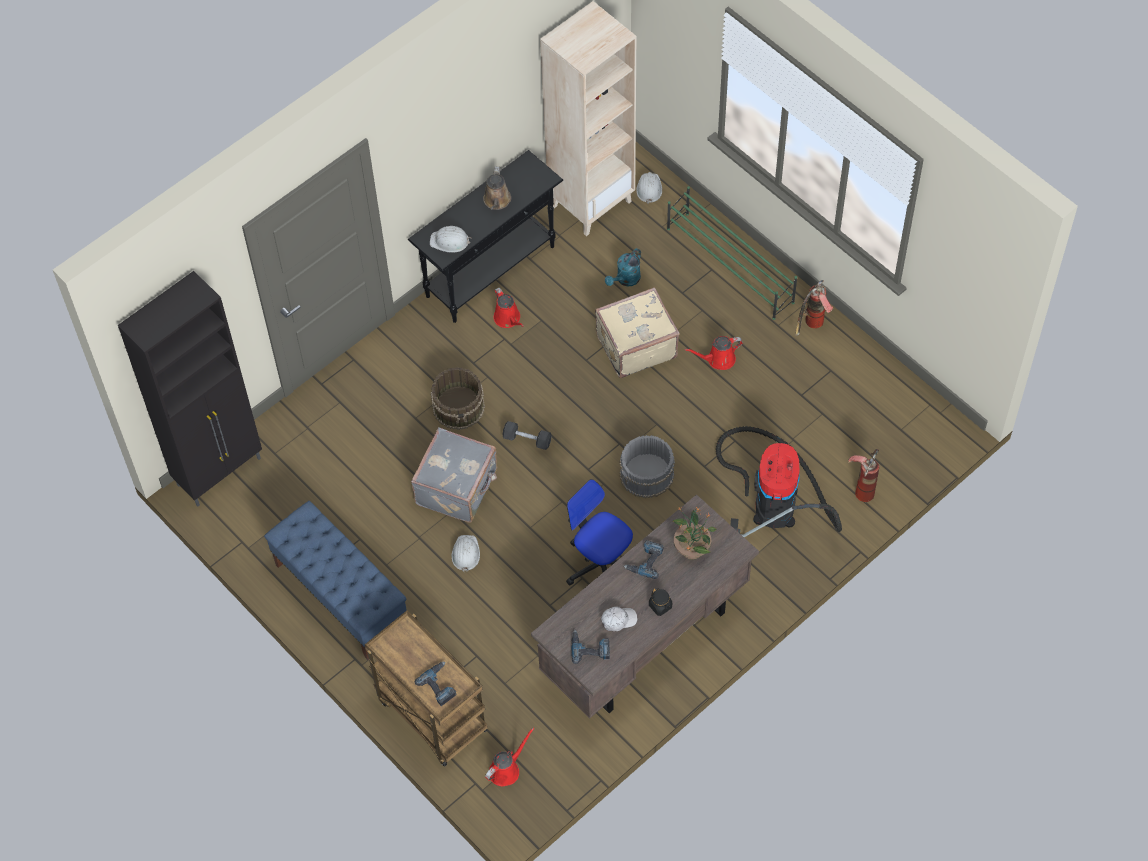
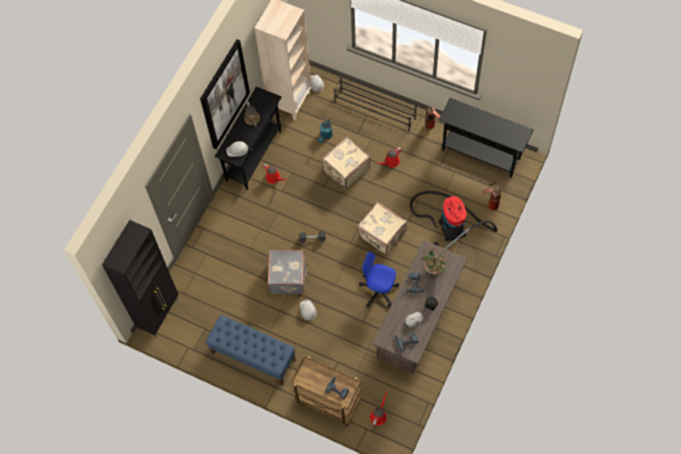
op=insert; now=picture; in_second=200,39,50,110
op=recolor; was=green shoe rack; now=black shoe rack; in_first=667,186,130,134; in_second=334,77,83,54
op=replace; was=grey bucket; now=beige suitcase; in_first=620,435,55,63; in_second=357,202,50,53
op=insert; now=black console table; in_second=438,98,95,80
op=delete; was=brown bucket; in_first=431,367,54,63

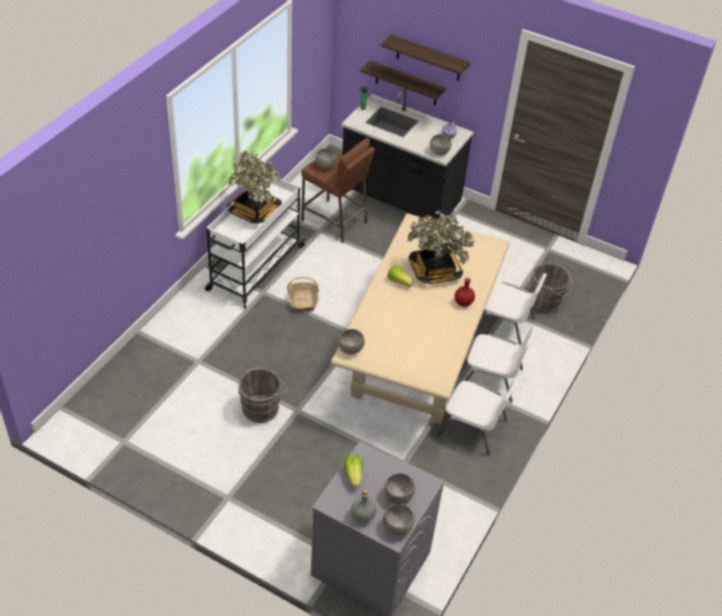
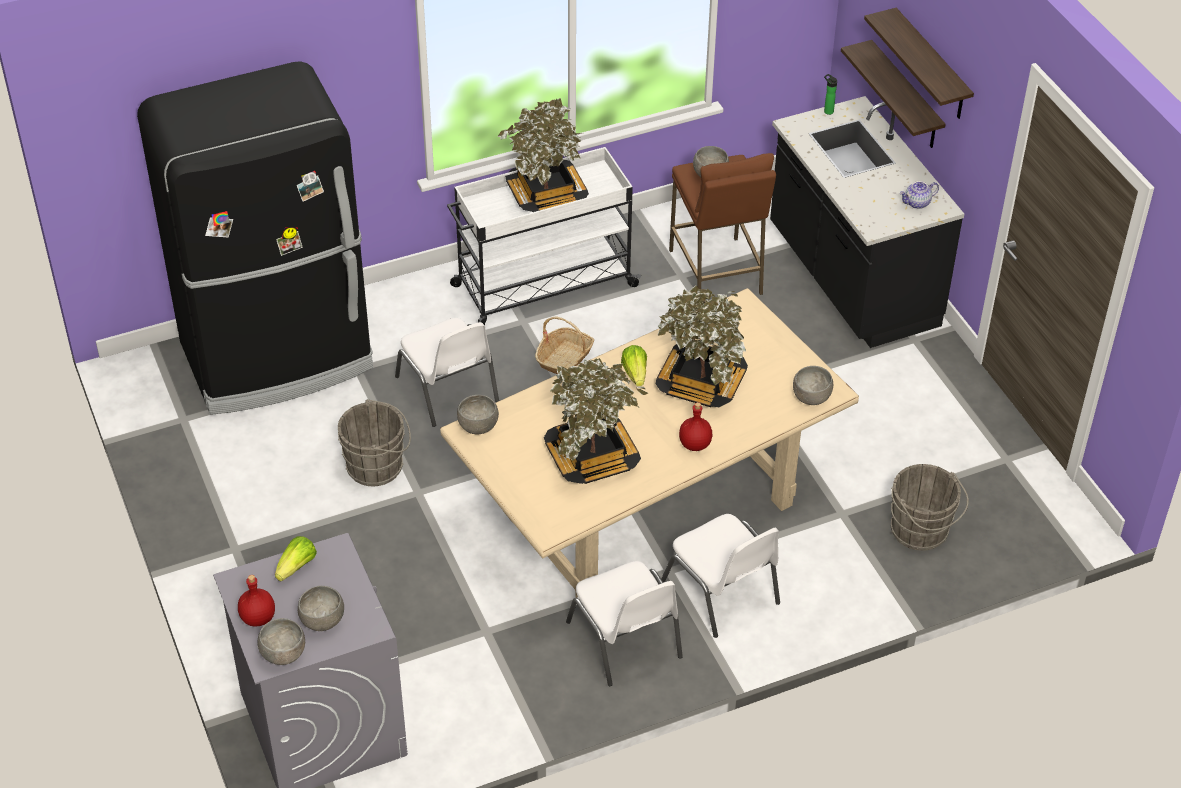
op=insert; now=black fridge; in_second=137,61,236,354
op=recolor; was=grey bottle; now=red bottle; in_first=351,489,25,34; in_second=238,575,37,51
op=move; was=white chair; in_first=477,273,70,72; in_second=395,317,104,110
op=insert; now=potted plant; in_second=544,358,104,126
op=move; was=grey bowl; in_first=430,134,22,21; in_second=793,366,40,39

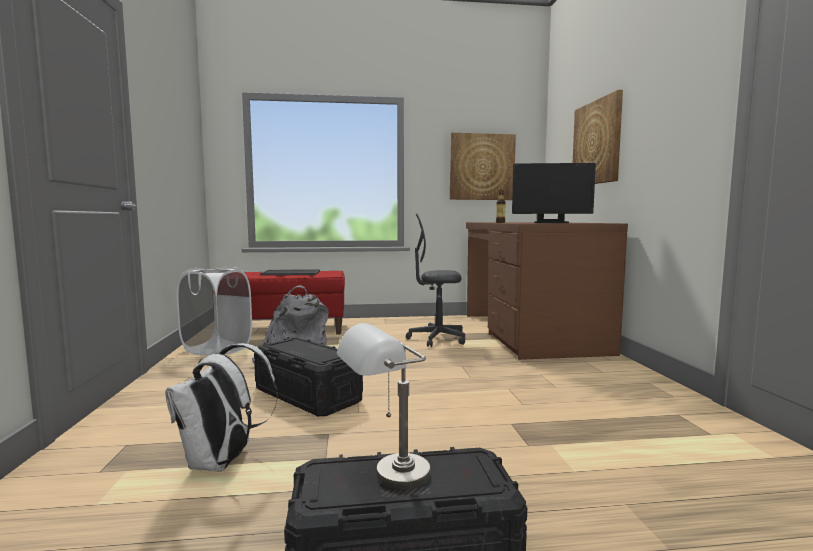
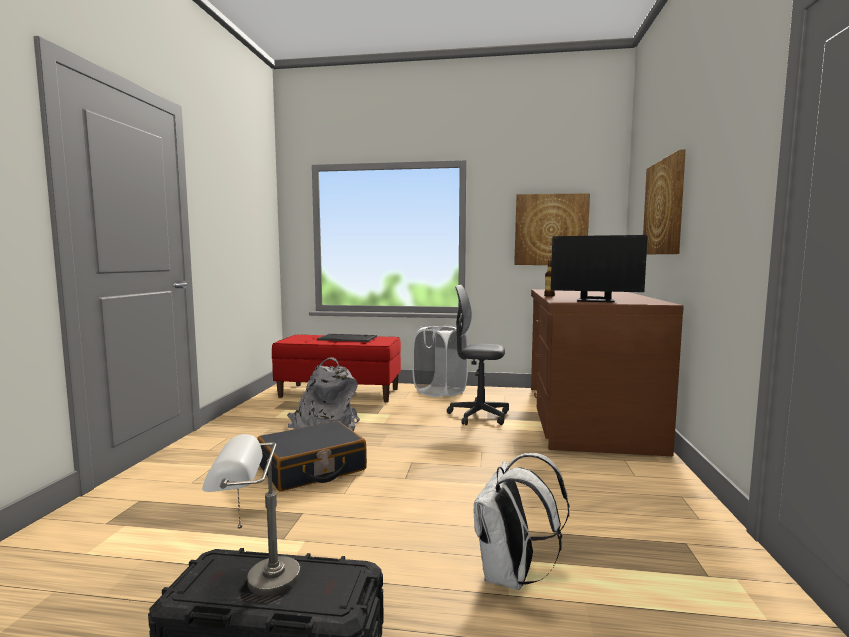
op=replace; was=black storage box; now=black suitcase; in_first=254,338,109,78; in_second=257,421,110,70
op=move; was=white laundry basket; in_first=177,267,75,89; in_second=413,324,55,73
op=move; was=white backpack; in_first=165,343,113,128; in_second=474,453,96,137

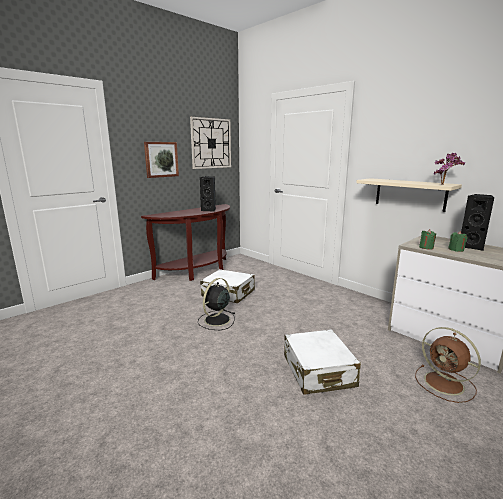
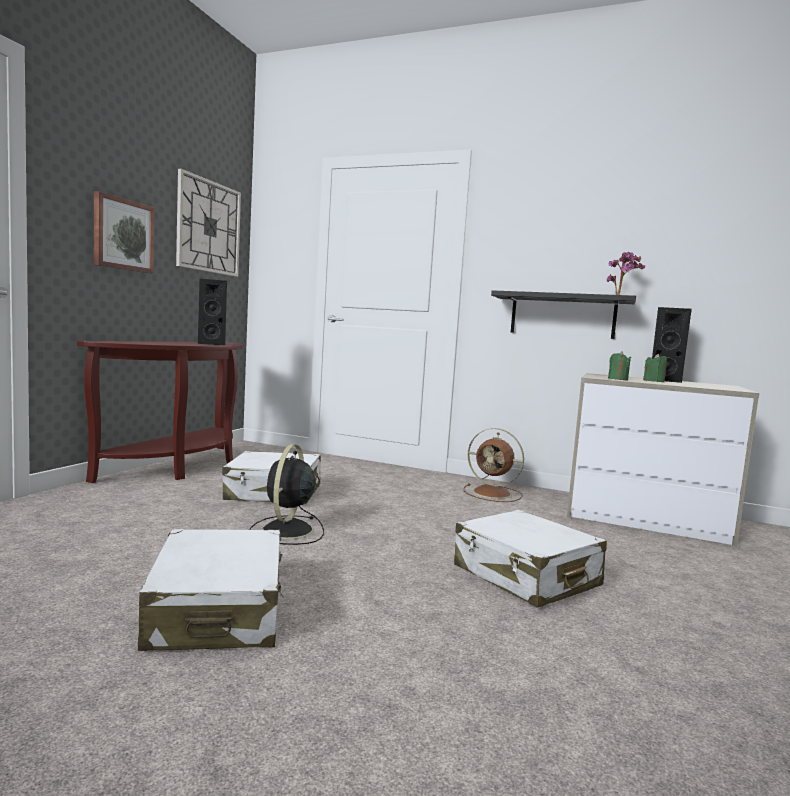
op=insert; now=white suitcase; in_second=138,529,146,122
op=move; was=brown fan; in_first=415,327,66,76; in_second=464,428,60,74
op=recolor; was=beige shelf; now=black shelf; in_first=356,178,106,34; in_second=491,290,145,49

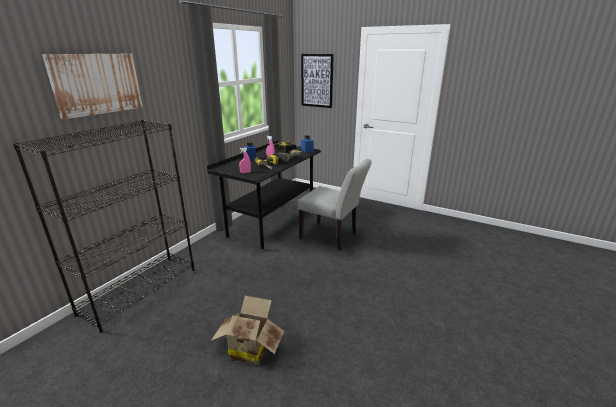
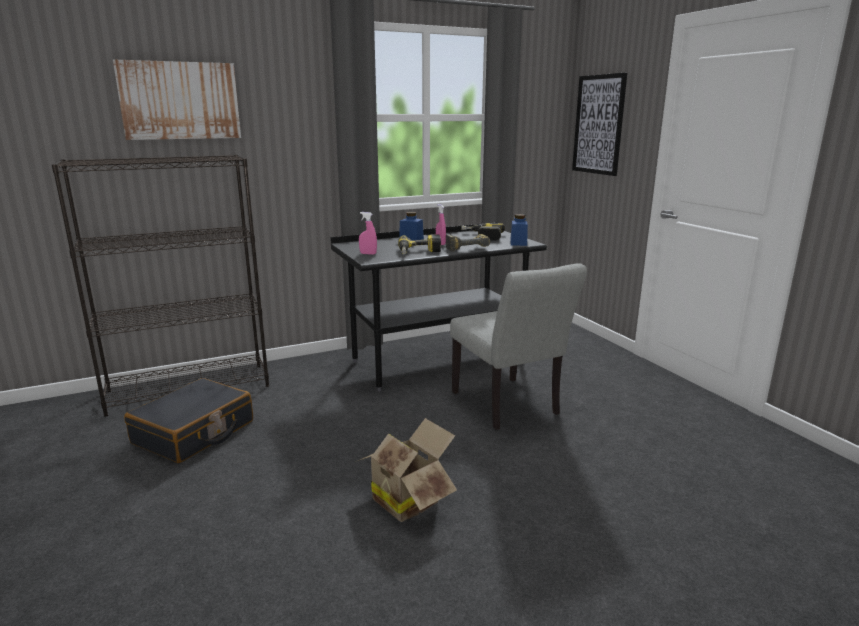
op=insert; now=black suitcase; in_second=124,378,129,85
op=move; was=cardboard box; in_first=211,296,73,69; in_second=358,418,99,104

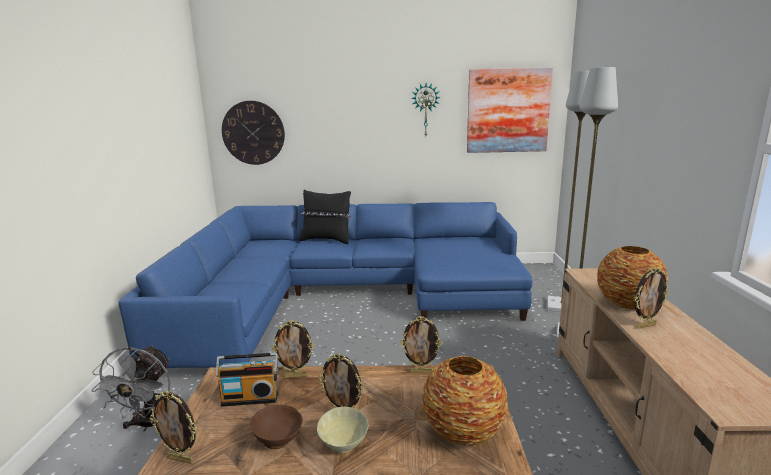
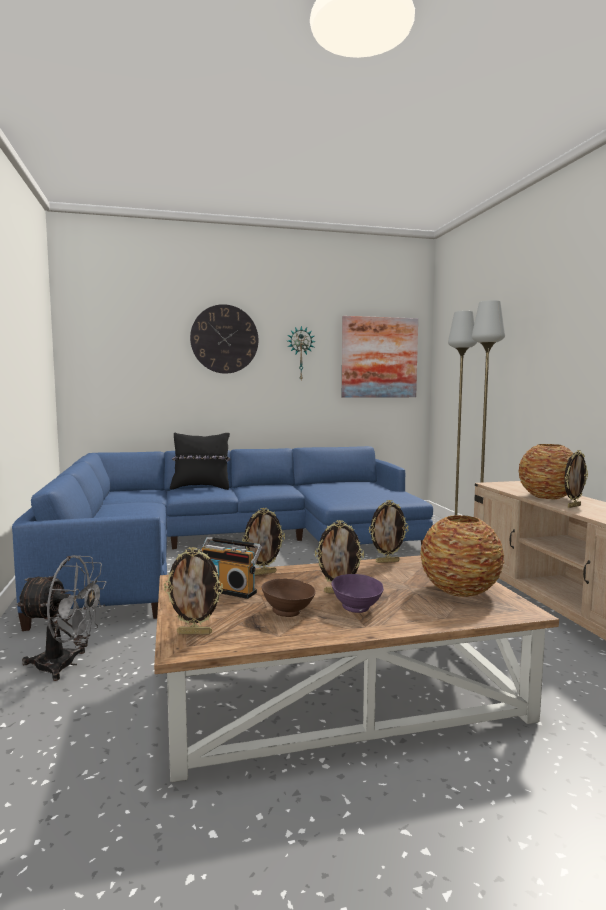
op=rotate; was=grey fan; in_first=91,345,80,86; in_second=15,555,91,126; clockwise=-75
op=move; was=wall clock; in_first=222,101,63,64; in_second=190,304,68,70
op=rotate; was=radio; in_first=215,353,63,54; in_second=201,537,61,62; clockwise=45
op=recolor; was=beige bowl; now=purple bowl; in_first=317,407,52,46; in_second=331,574,53,39

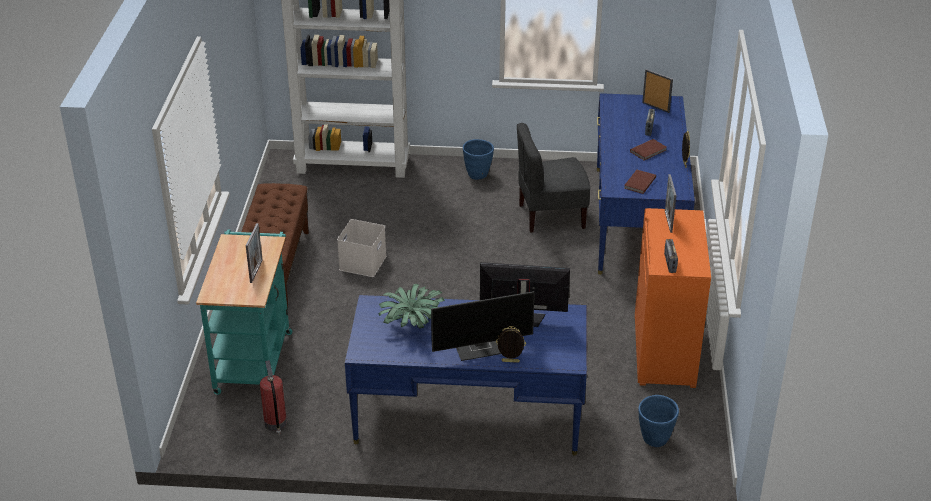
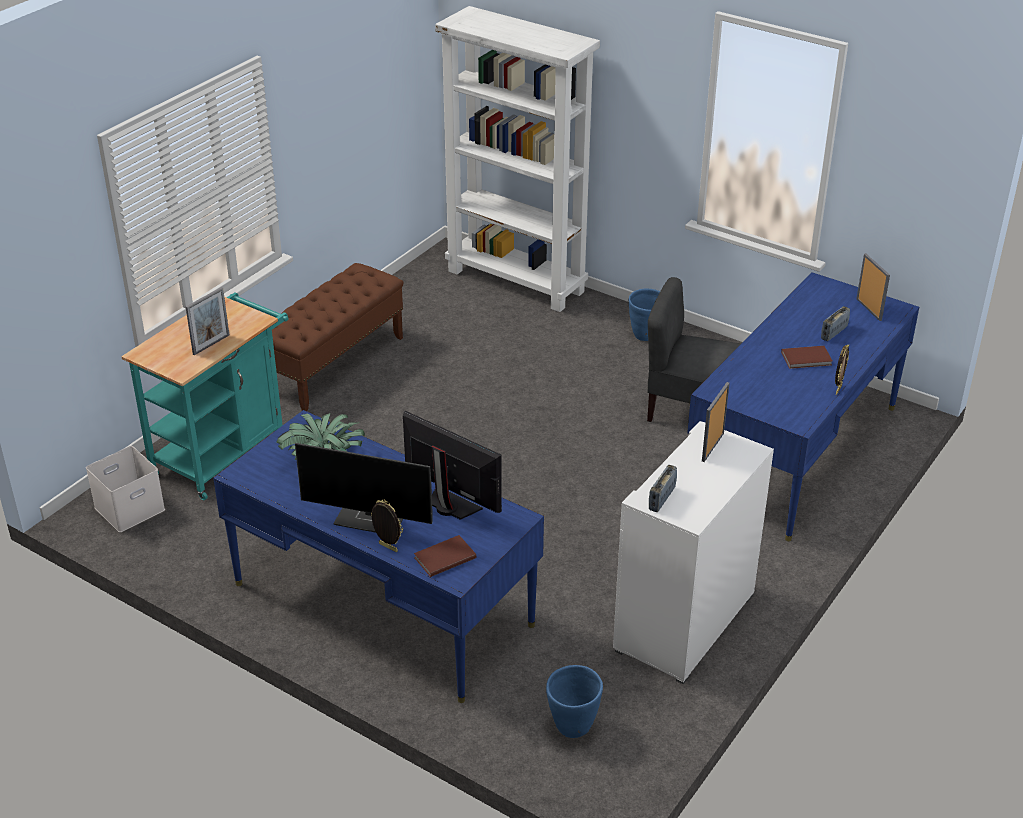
op=move; was=white storage box; in_first=337,219,49,58; in_second=86,446,79,86
op=move; was=brown book; in_first=624,170,32,24; in_second=414,535,63,42
op=recolor; was=orange cabinet; now=white cabinet; in_first=635,208,76,180; in_second=613,421,161,263
op=delete; was=fire extinguisher; in_first=260,360,27,76

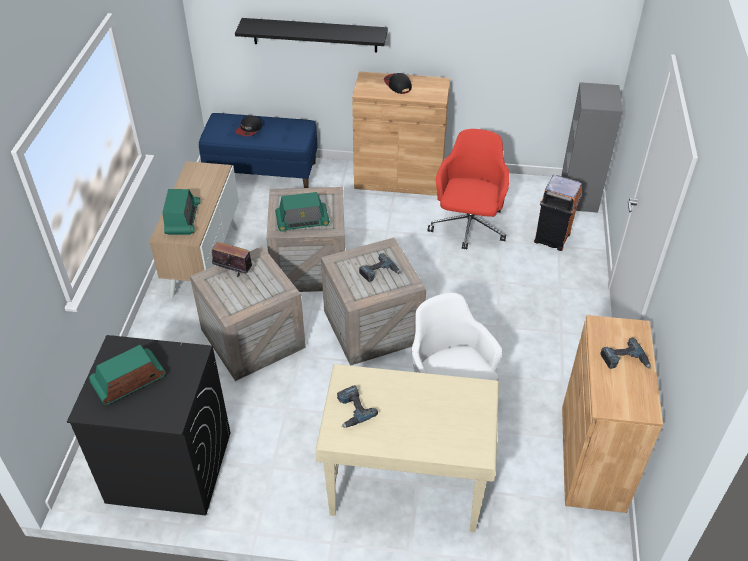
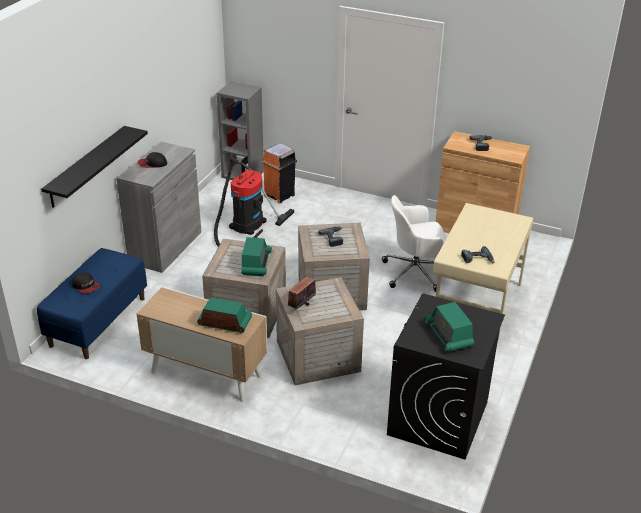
op=recolor; was=brown cabinet; now=grey cabinet; in_first=352,71,98,125; in_second=116,142,85,131
op=replace; was=red office chair; now=vacuum cleaner; in_first=428,129,81,120; in_second=214,157,80,90

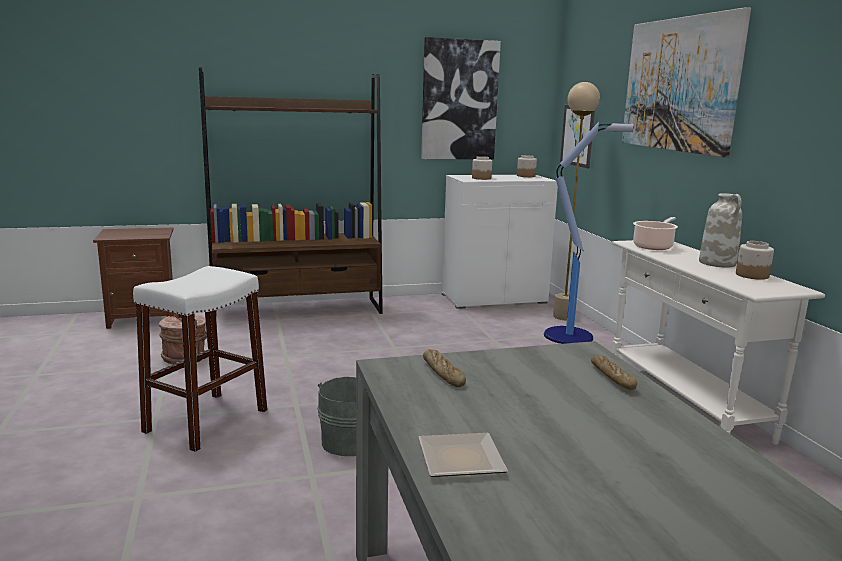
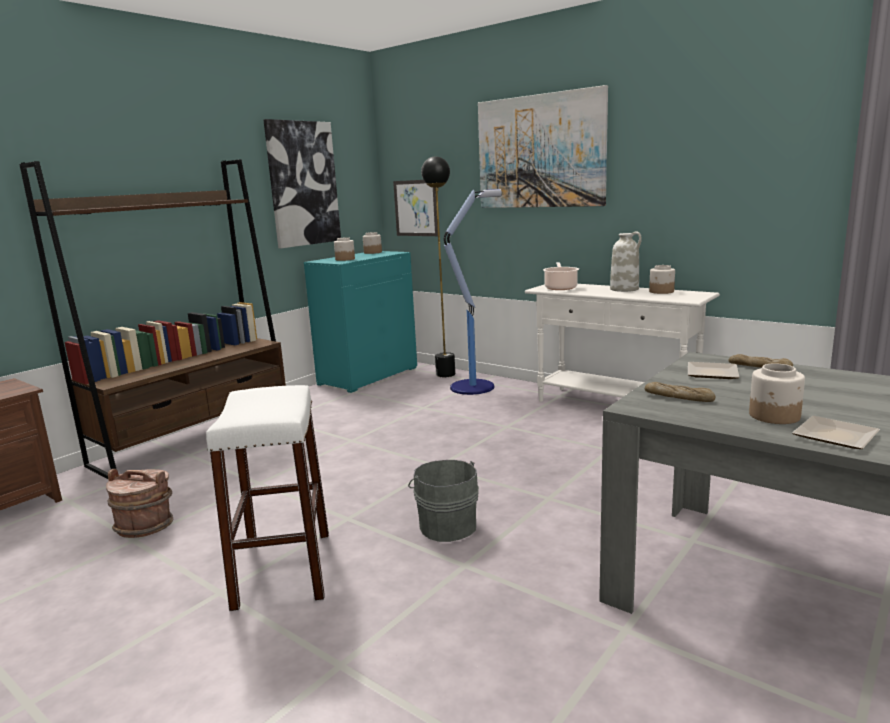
op=recolor; was=white cabinet; now=turquoise cabinet; in_first=442,175,116,134; in_second=304,251,113,142
op=recolor; was=beige floor lamp; now=black floor lamp; in_first=553,82,47,238; in_second=421,156,34,221
op=insert; now=plate; in_second=688,362,51,17
op=insert; now=jar; in_second=749,363,56,61

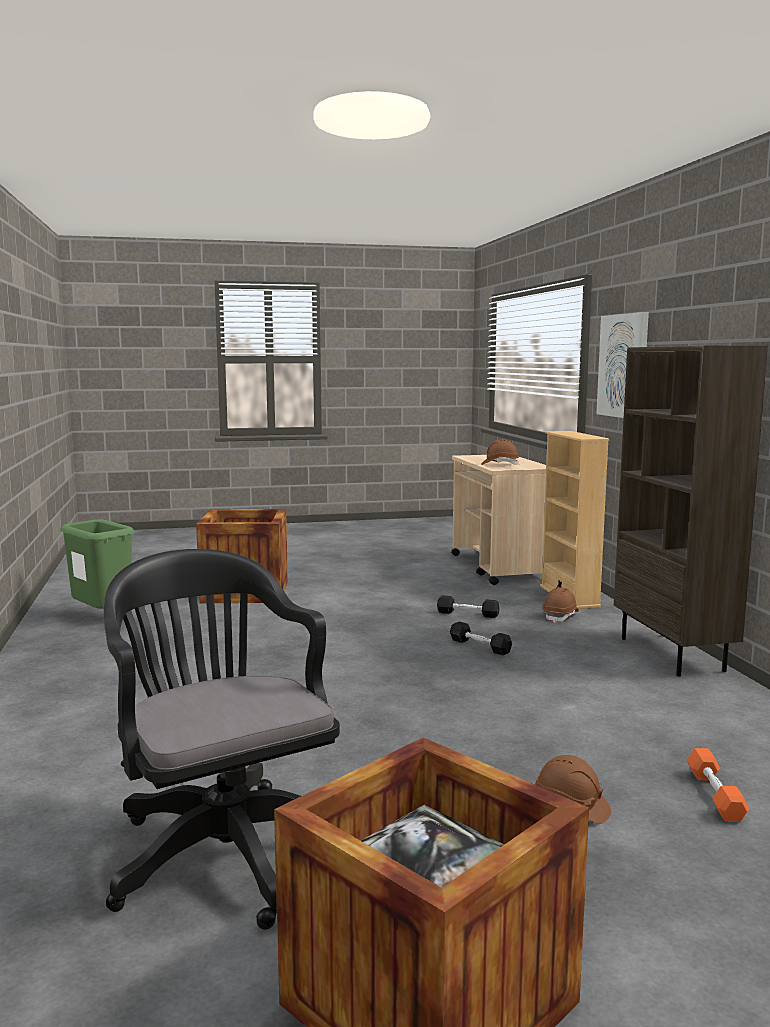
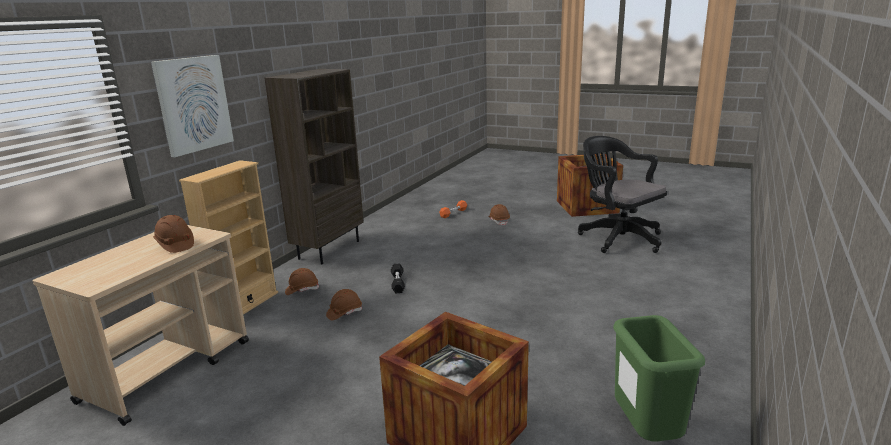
op=replace; was=black dumbbell; now=brown hard hat; in_first=437,595,63,23; in_second=326,289,36,32
op=rotate; was=black office chair; in_first=103,549,237,381; in_second=578,136,89,117; clockwise=135

